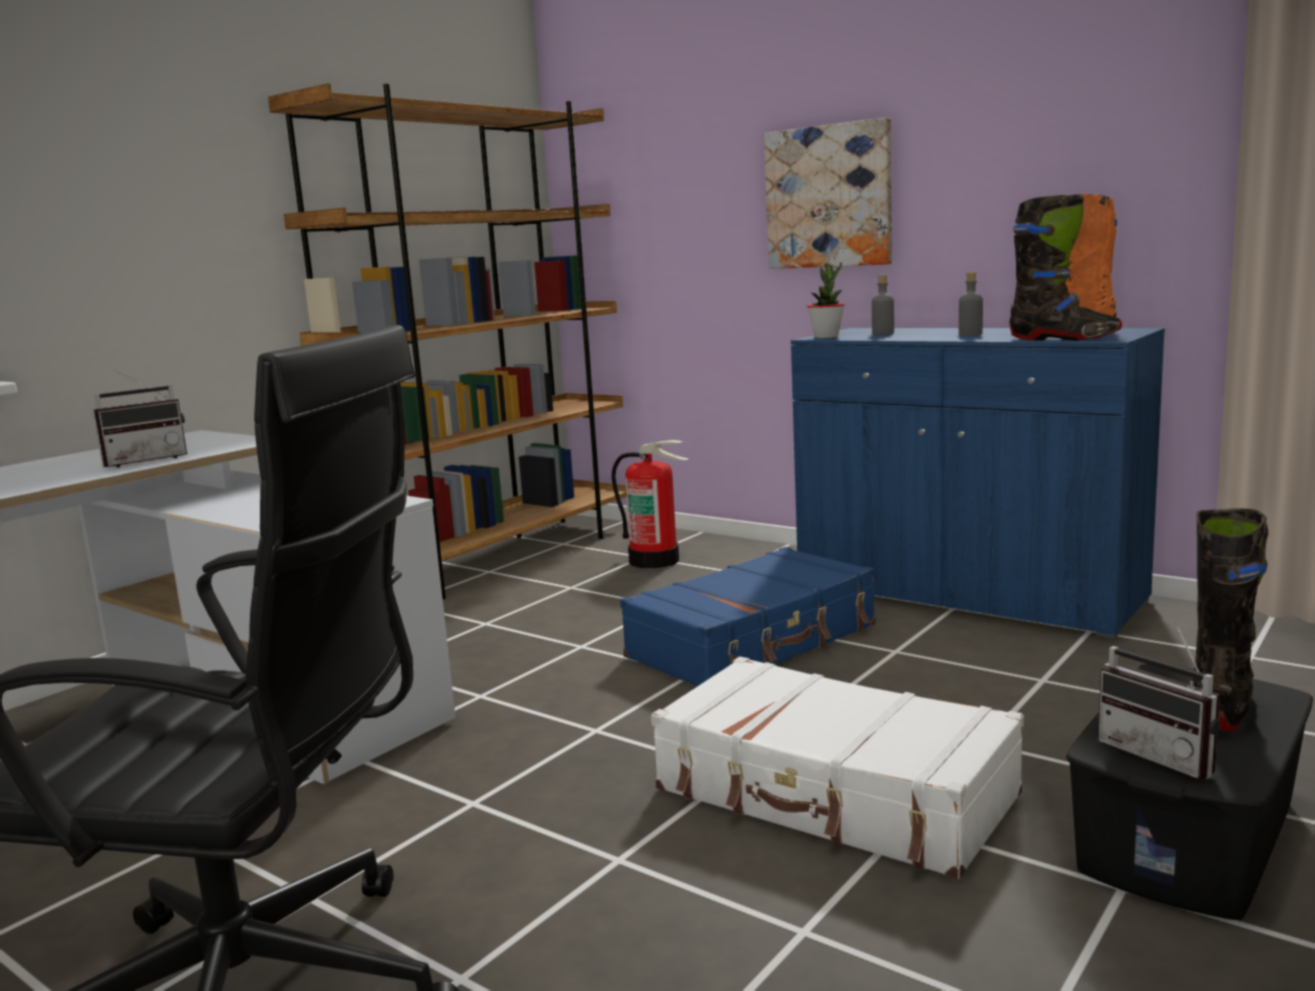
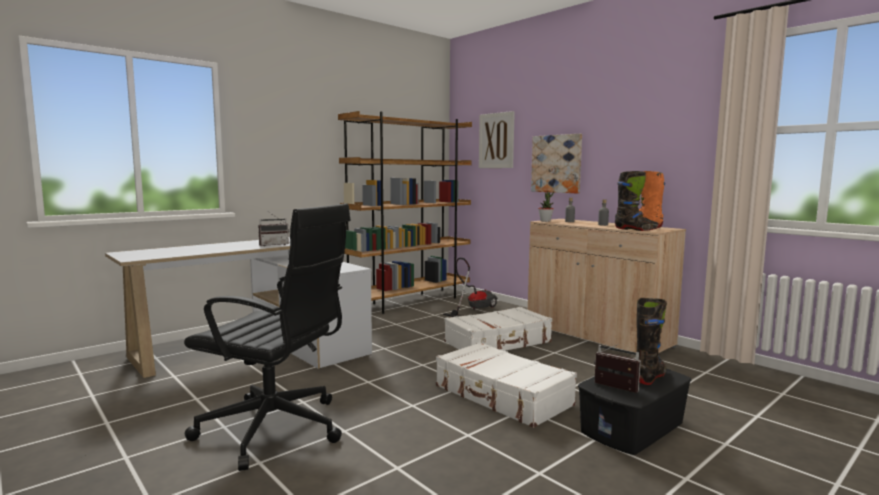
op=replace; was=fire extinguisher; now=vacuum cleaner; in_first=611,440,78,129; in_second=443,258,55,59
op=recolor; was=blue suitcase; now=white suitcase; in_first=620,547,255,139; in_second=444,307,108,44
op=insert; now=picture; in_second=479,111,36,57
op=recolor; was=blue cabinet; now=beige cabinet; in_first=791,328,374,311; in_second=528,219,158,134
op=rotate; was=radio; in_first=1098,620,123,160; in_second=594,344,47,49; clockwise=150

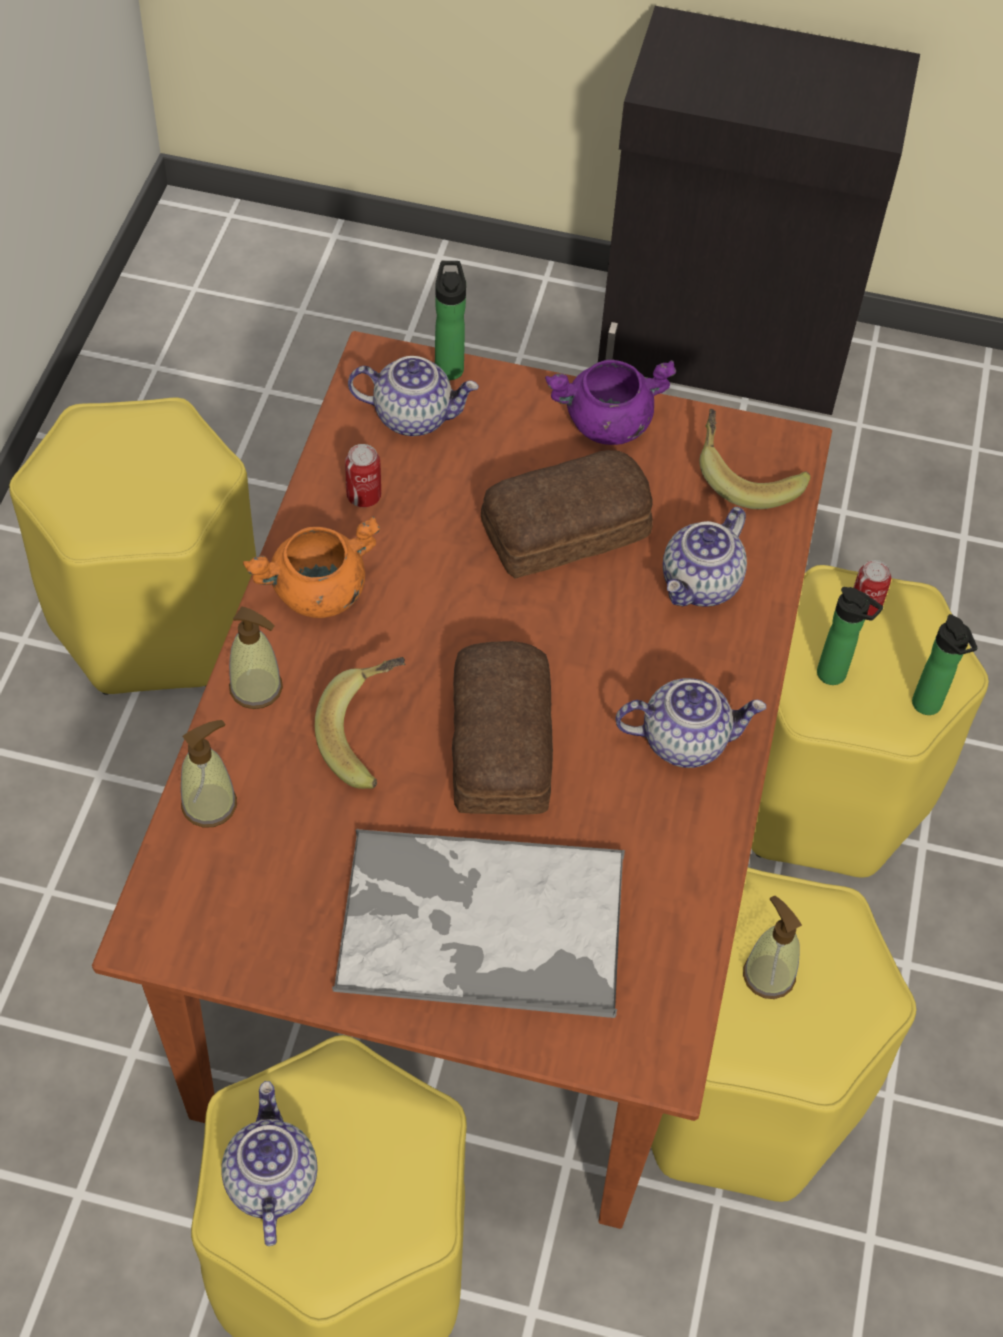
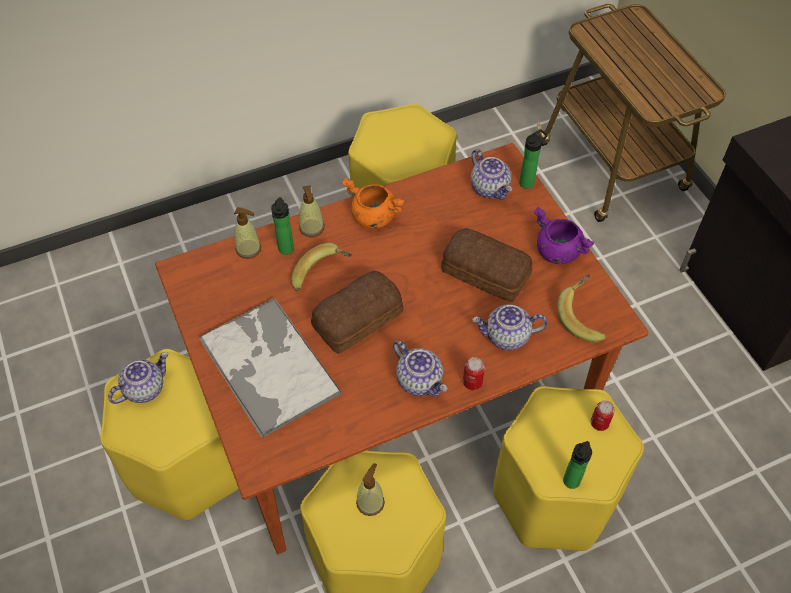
op=move; was=bottle; in_first=817,587,66,98; in_second=271,197,23,58
op=move; was=can; in_first=345,444,36,63; in_second=463,357,22,33
op=insert; now=cart; in_second=536,4,190,218

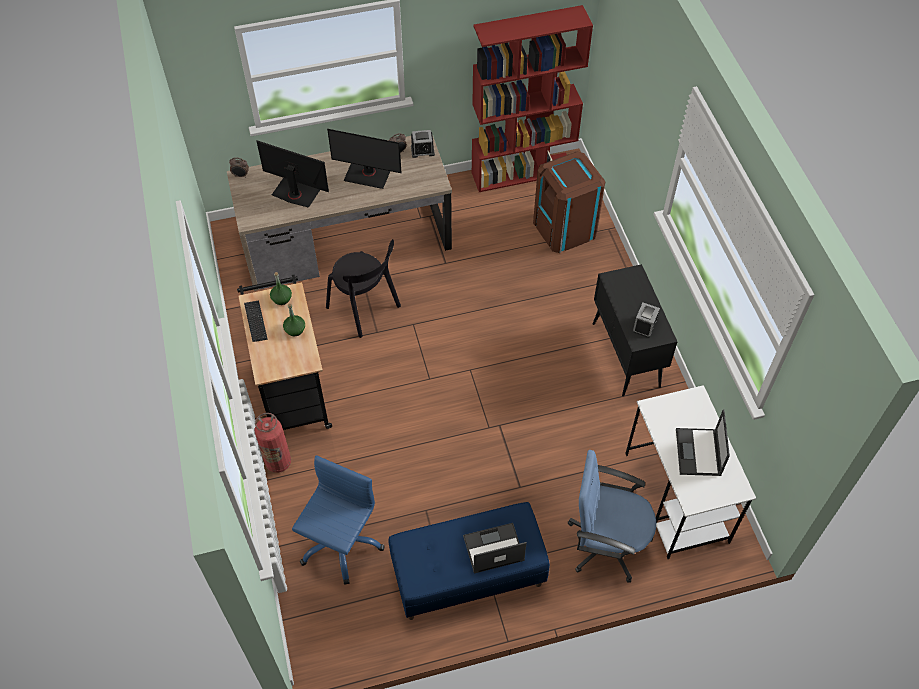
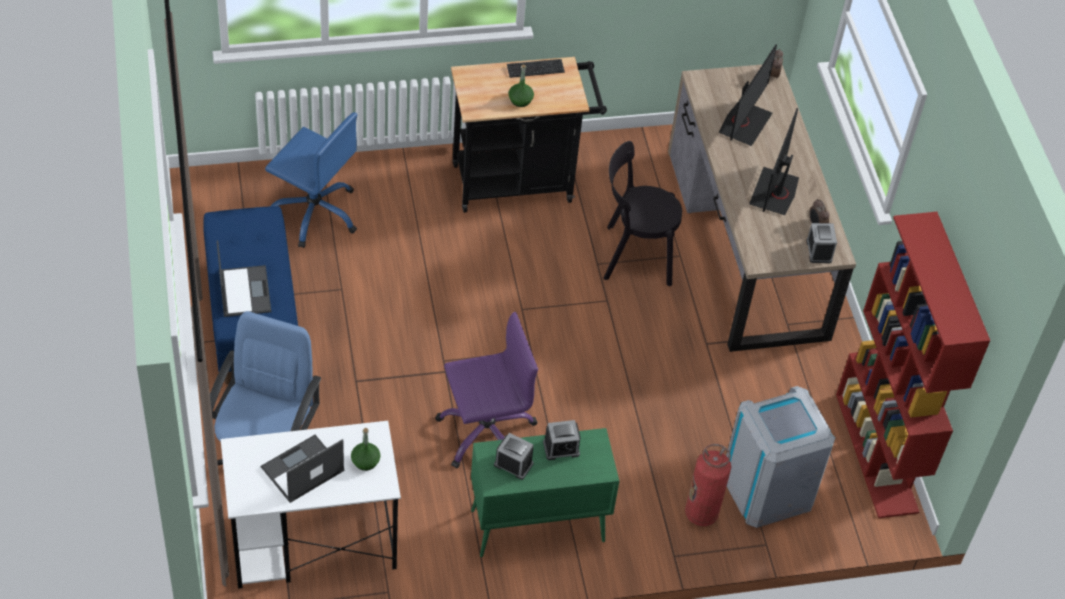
op=rotate; was=laptop; in_first=676,409,54,67; in_second=260,435,84,68; clockwise=-45
op=move; was=green bottle; in_first=270,272,22,33; in_second=351,428,29,43
op=insert; now=purple office chair; in_second=435,312,103,157
op=recolor; was=black cabinet; now=green cabinet; in_first=593,264,85,132; in_second=471,428,148,129
op=insert; now=alarm clock; in_second=543,420,37,40
op=rotate; was=black chair; in_first=326,239,75,99; in_second=603,141,79,145; clockwise=45
op=move; was=fire extinguisher; in_first=254,413,37,60; in_second=685,444,46,82
op=recolor; was=brown trash can; now=grey trash can; in_first=533,152,72,101; in_second=726,386,109,142

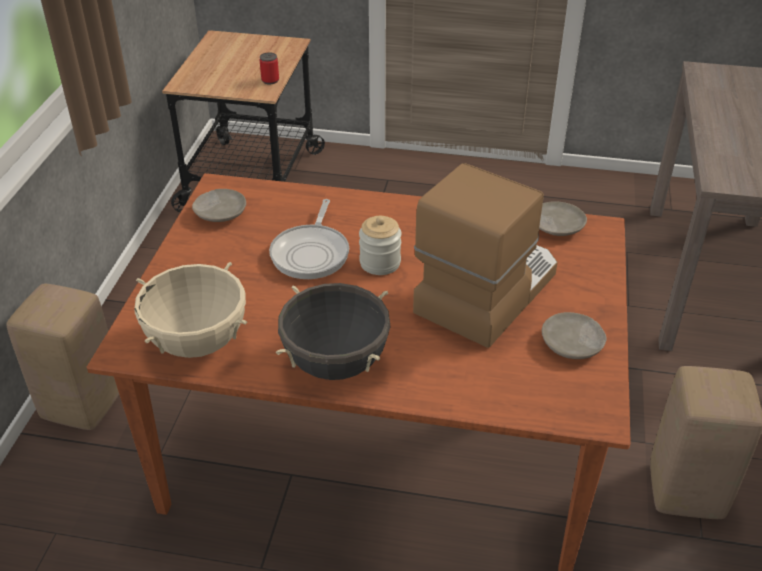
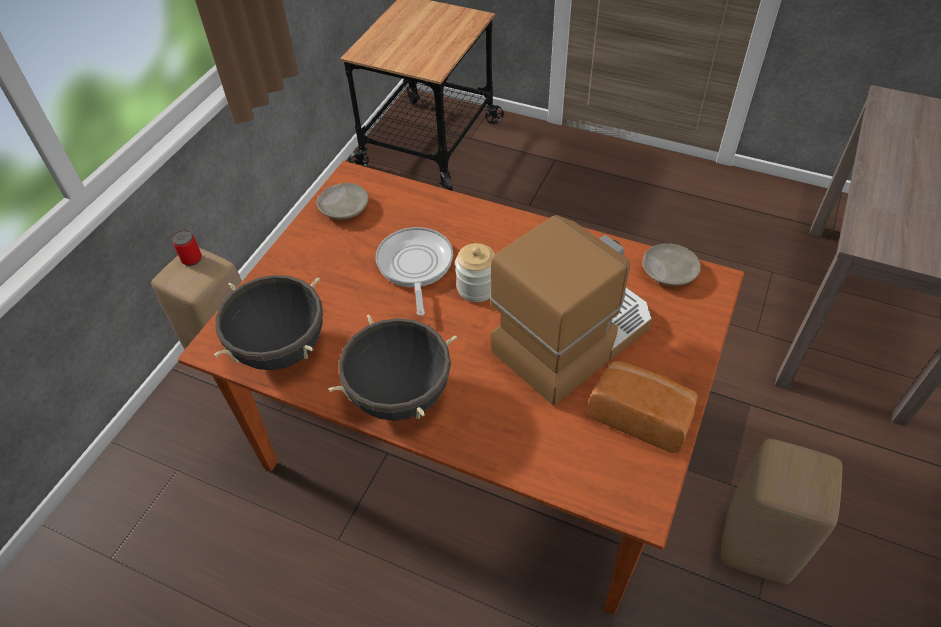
op=move; was=can; in_first=260,52,19,32; in_second=172,230,30,36
op=recolor; was=beige cooking pot; now=black cooking pot; in_first=134,262,113,96; in_second=214,275,109,95
op=rotate; was=frying pan; in_first=269,199,80,80; in_second=376,227,77,89; clockwise=150
op=replace; was=beige plate; now=bread; in_first=542,312,65,47; in_second=588,361,110,92

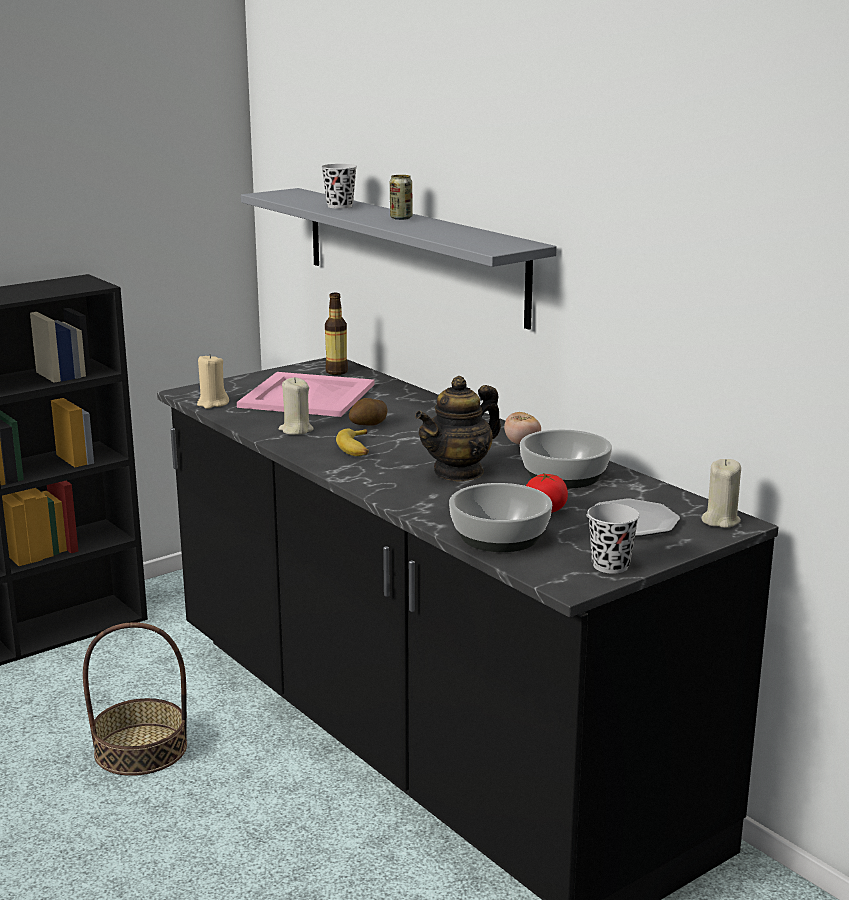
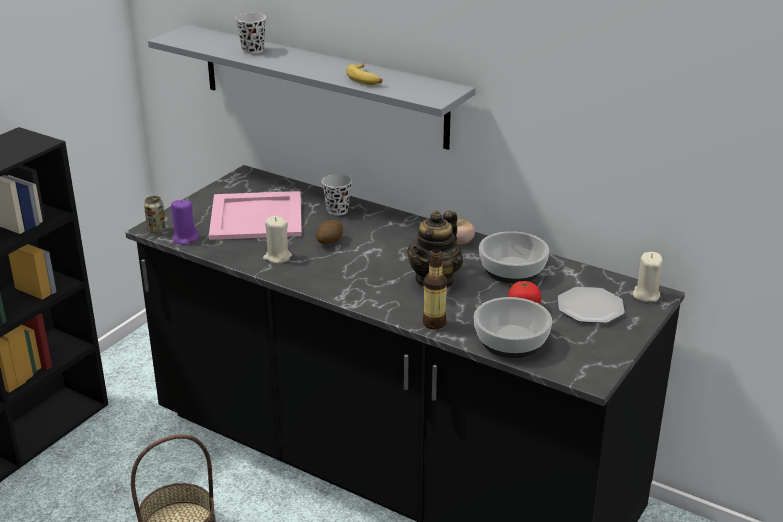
op=move; was=can; in_first=390,175,23,45; in_second=144,196,22,38
op=recolor; was=beige candle; now=purple candle; in_first=197,354,32,55; in_second=171,199,28,46
op=move; was=black cup; in_first=587,503,53,71; in_second=322,174,30,41
op=move; was=banana; in_first=336,429,33,27; in_second=346,63,37,22
op=move; was=bottle; in_first=325,293,23,82; in_second=423,249,24,81

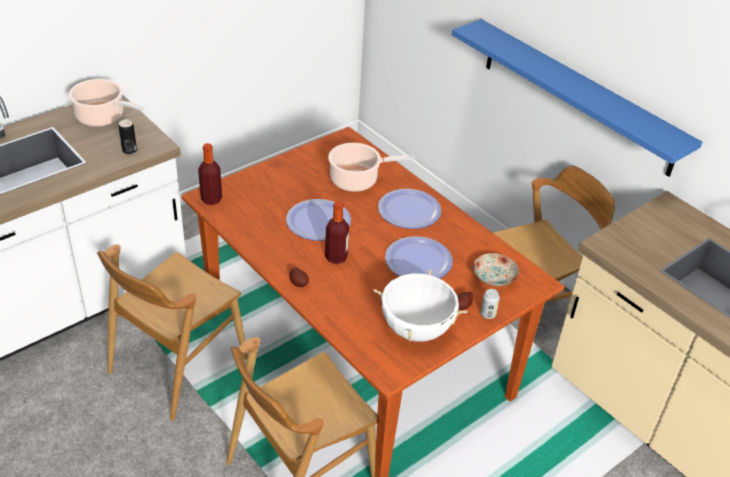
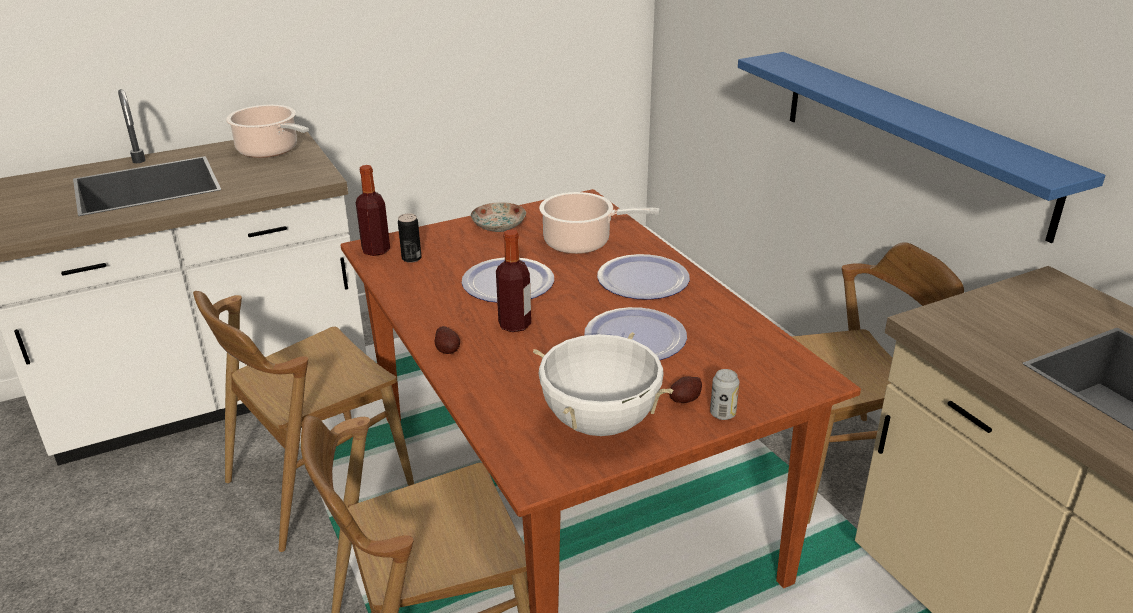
op=move; was=can; in_first=119,119,18,35; in_second=398,213,24,50
op=move; was=plate; in_first=473,253,46,33; in_second=471,202,55,30

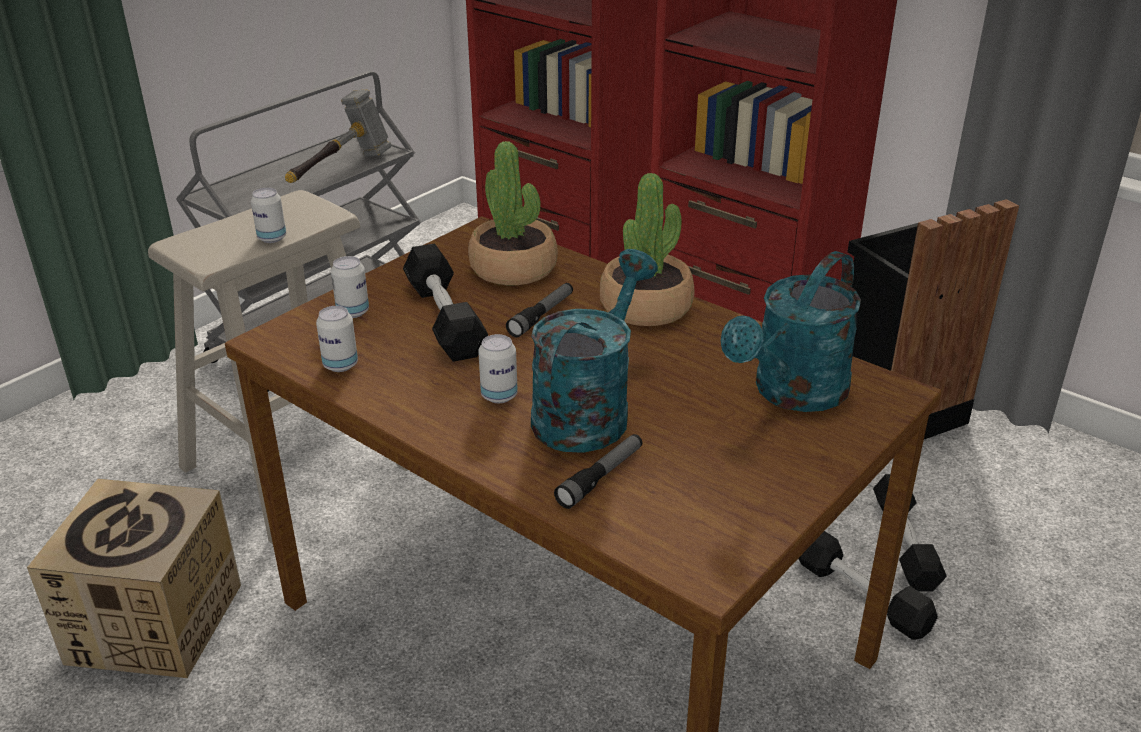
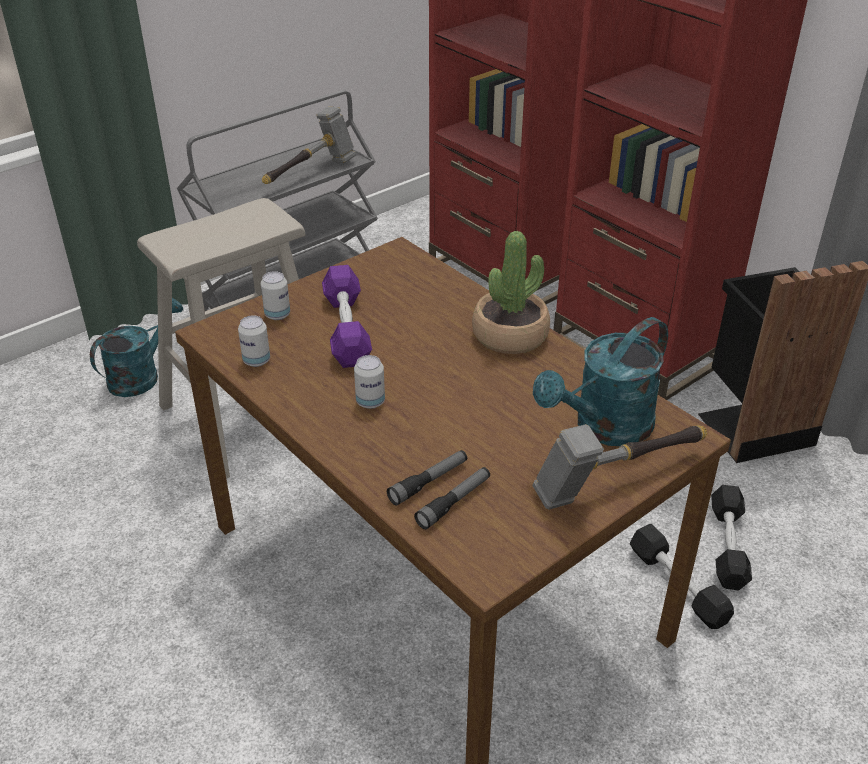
op=move; was=turquoise watering can; in_first=531,249,127,204; in_second=90,298,94,99
op=recolor; was=black dumbbell; now=purple dumbbell; in_first=403,244,85,118; in_second=322,265,50,103
op=move; was=flashlight; in_first=506,283,67,55; in_second=414,467,76,62
op=insert; now=hammer; in_second=532,424,175,86
op=delete; was=cardboard box; in_first=27,479,214,199
op=delete; was=can; in_first=251,188,35,55
op=delete; was=potted plant; in_first=468,141,90,144

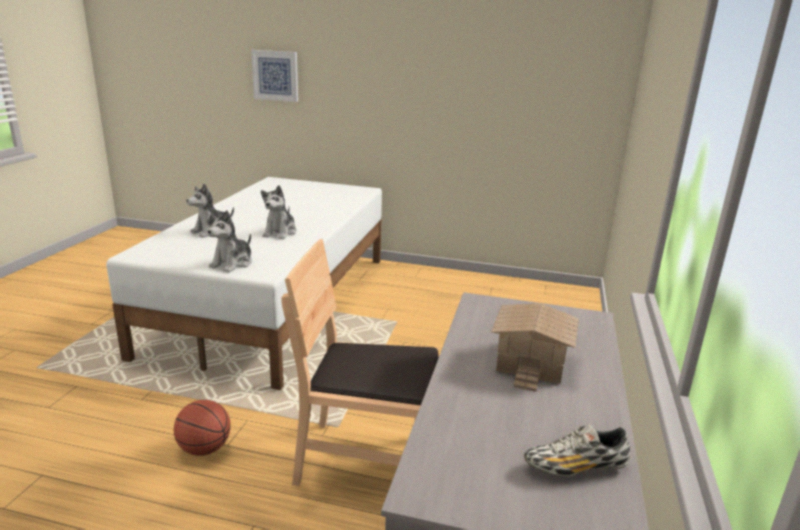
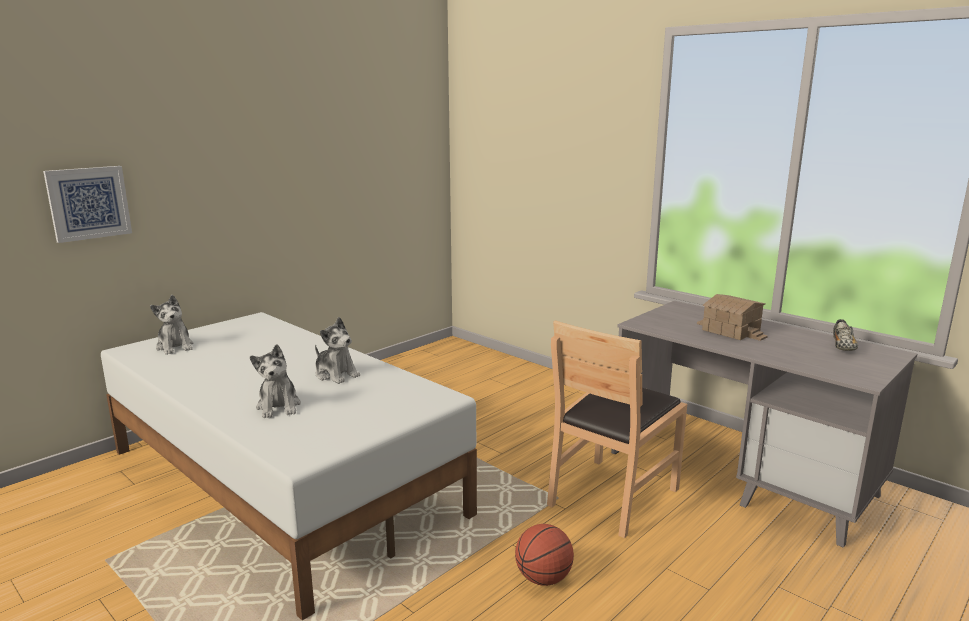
op=move; was=plush toy; in_first=207,210,45,63; in_second=150,295,43,60

